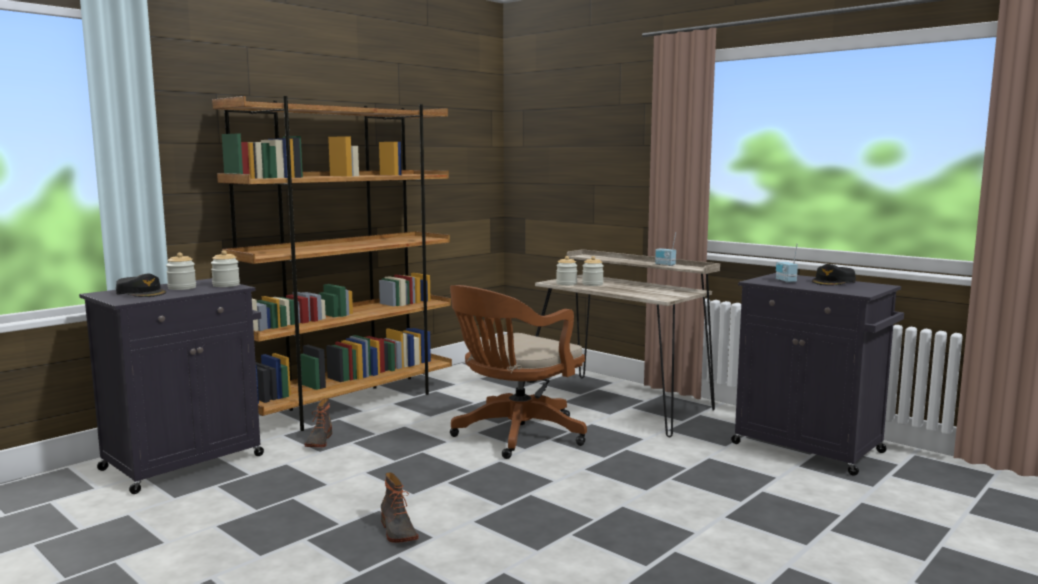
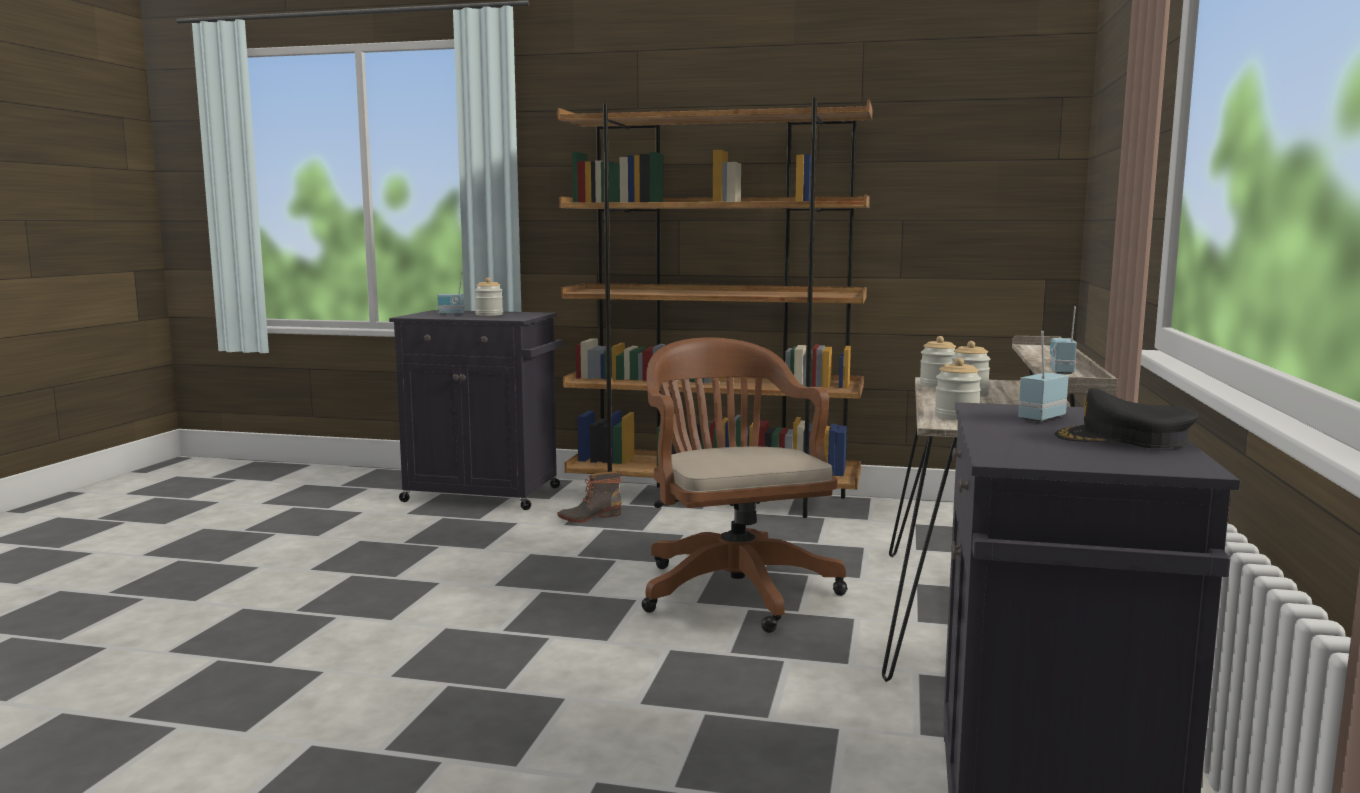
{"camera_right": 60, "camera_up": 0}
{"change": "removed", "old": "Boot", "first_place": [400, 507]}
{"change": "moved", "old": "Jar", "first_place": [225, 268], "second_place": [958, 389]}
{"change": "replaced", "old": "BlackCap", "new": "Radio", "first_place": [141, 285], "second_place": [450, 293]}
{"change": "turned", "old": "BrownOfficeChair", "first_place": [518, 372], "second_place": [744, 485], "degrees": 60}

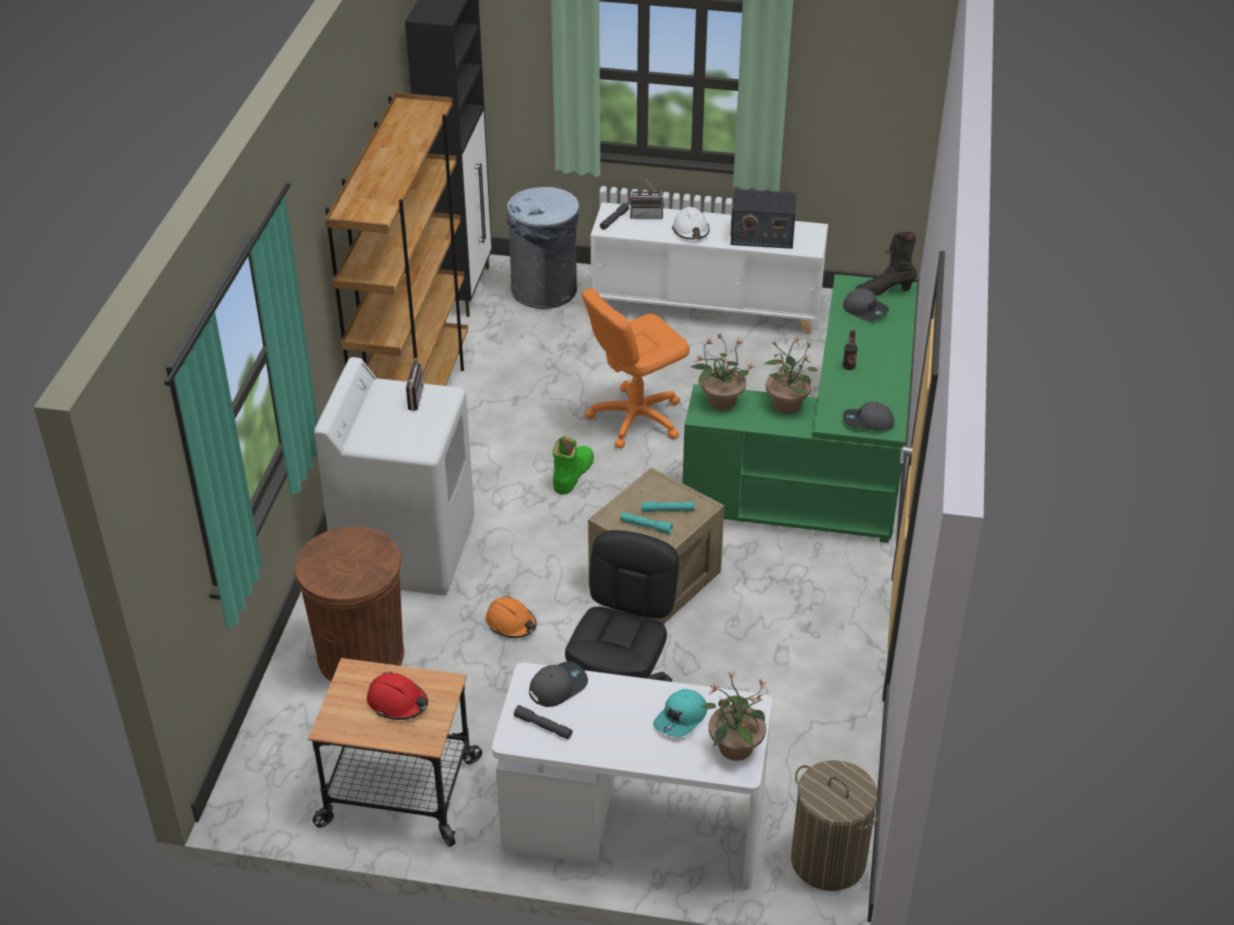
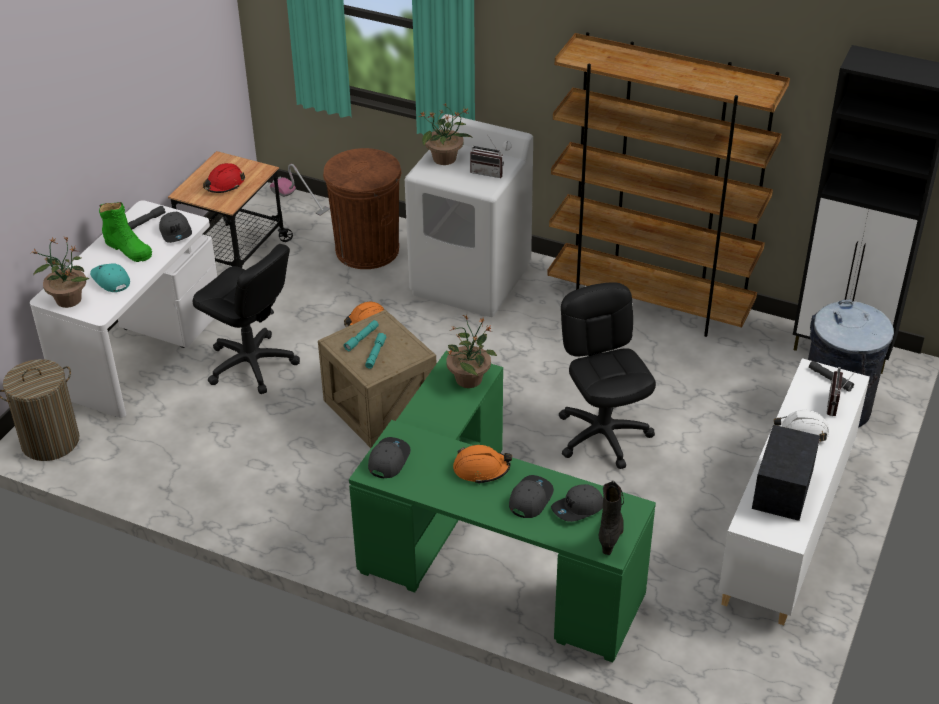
{"camera_right": 105, "camera_up": 0}
{"change": "added", "new": "VacuumCleaner", "second_place": [300, 190]}
{"change": "added", "new": "GreyCap", "second_place": [531, 496]}
{"change": "moved", "old": "GreenBoot", "first_place": [573, 465], "second_place": [125, 232]}
{"change": "moved", "old": "PottedPlant", "first_place": [791, 375], "second_place": [446, 134]}
{"change": "replaced", "old": "Bottle", "new": "OrangeHardHat", "first_place": [850, 350], "second_place": [482, 464]}
{"change": "recoloured", "old": "OrangeOfficeChair", "new": "BlackOfficeChair", "first_place": [636, 368], "second_place": [607, 375]}

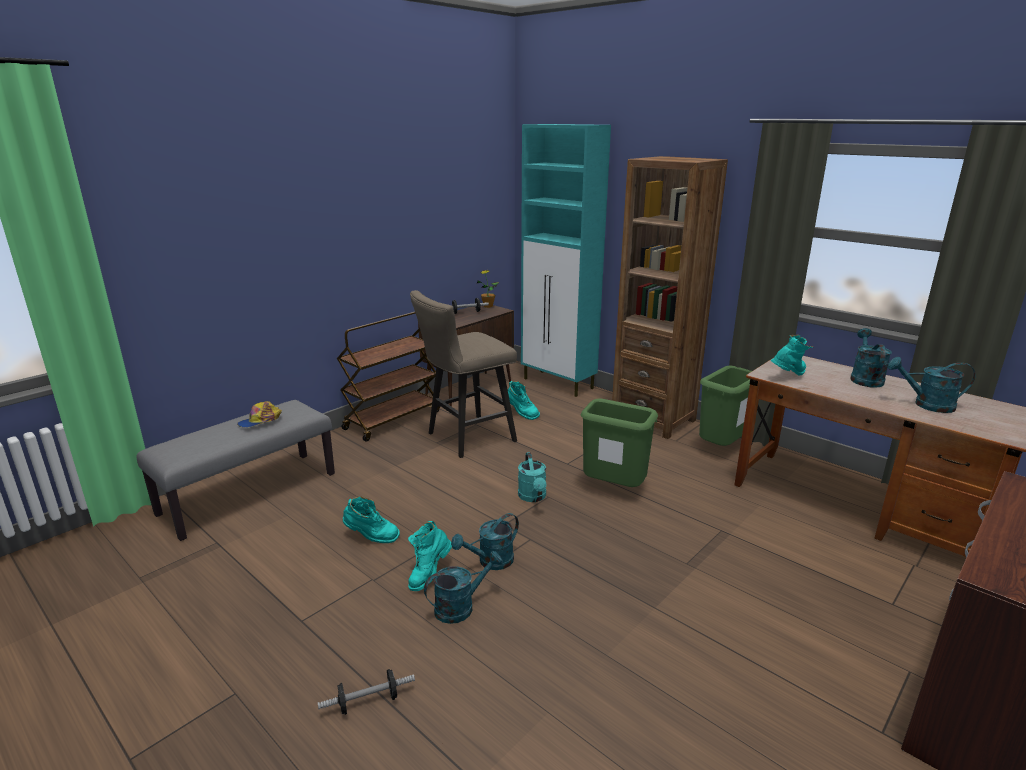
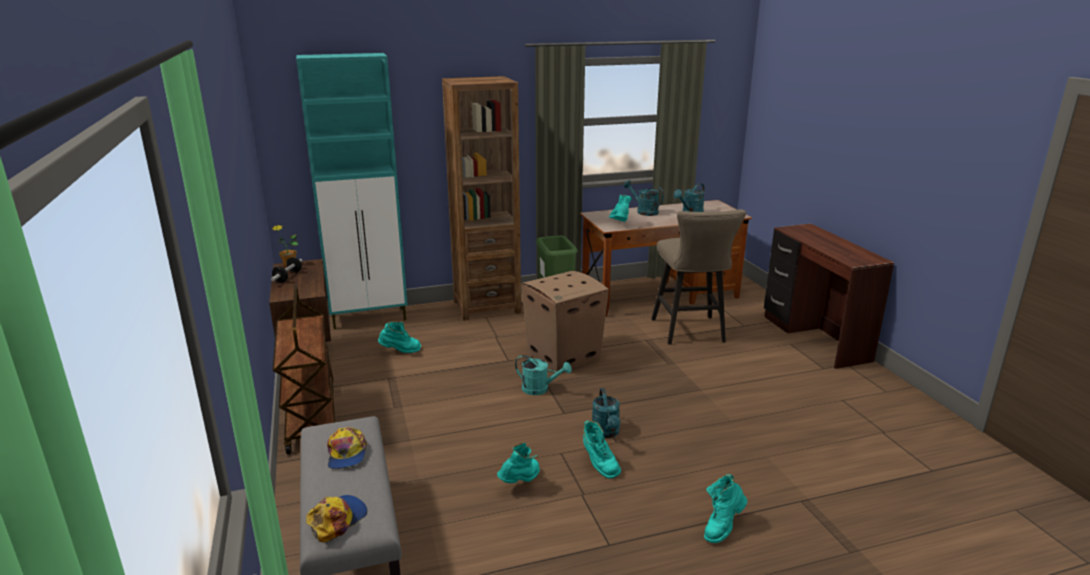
{"camera_right": -60, "camera_up": 0}
{"change": "removed", "old": "TurquoiseWateringCan", "first_place": [463, 587]}
{"change": "added", "new": "Cap", "second_place": [337, 518]}
{"change": "moved", "old": "BeigeStool", "first_place": [463, 374], "second_place": [698, 277]}
{"change": "replaced", "old": "Dumbbell", "new": "TurquoiseBoot", "first_place": [366, 692], "second_place": [725, 508]}
{"change": "replaced", "old": "GreenTrashCan", "new": "CardboardBox", "first_place": [619, 443], "second_place": [565, 321]}

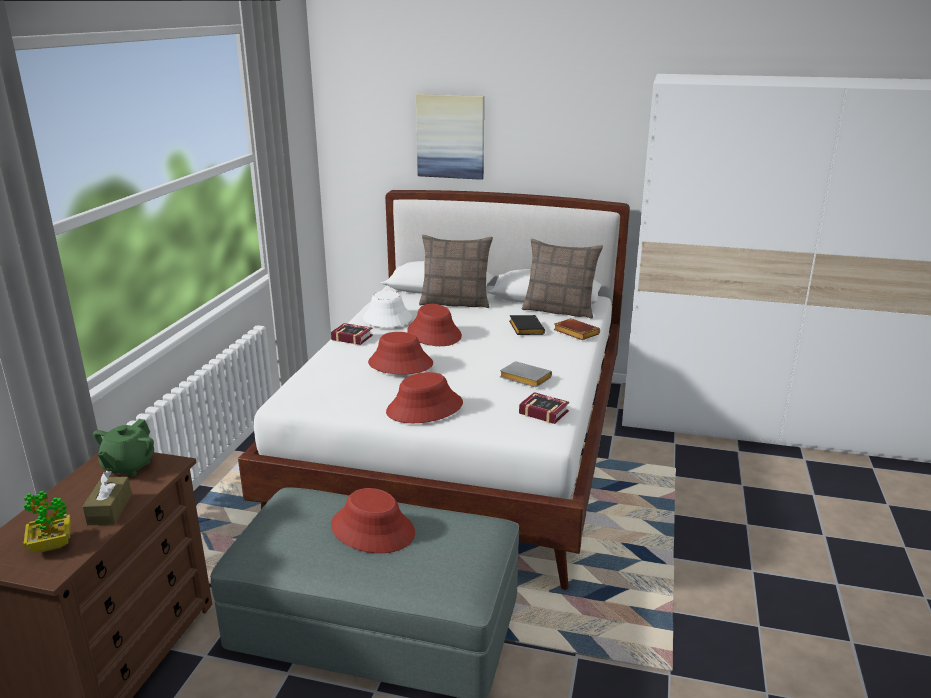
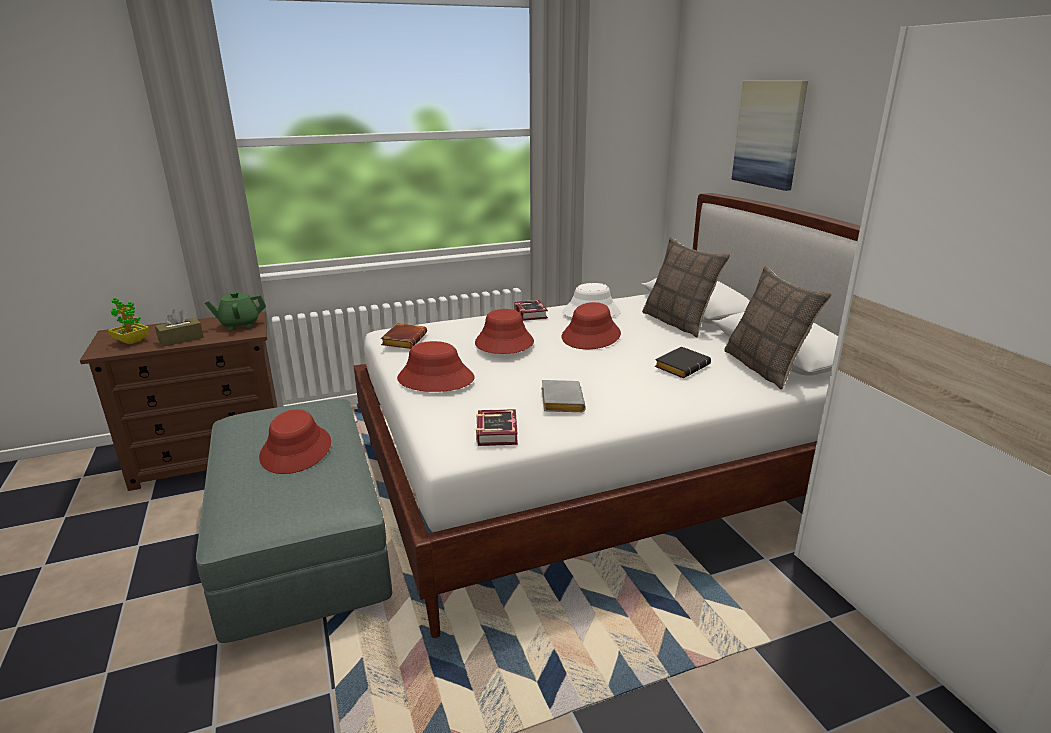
{"camera_right": 55, "camera_up": 0}
{"change": "moved", "old": "BrownBook", "first_place": [576, 329], "second_place": [404, 336]}

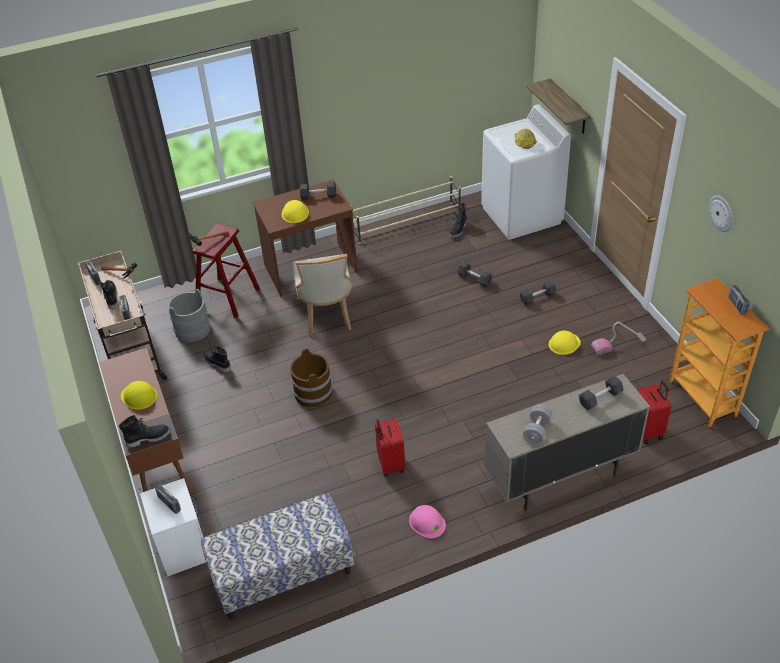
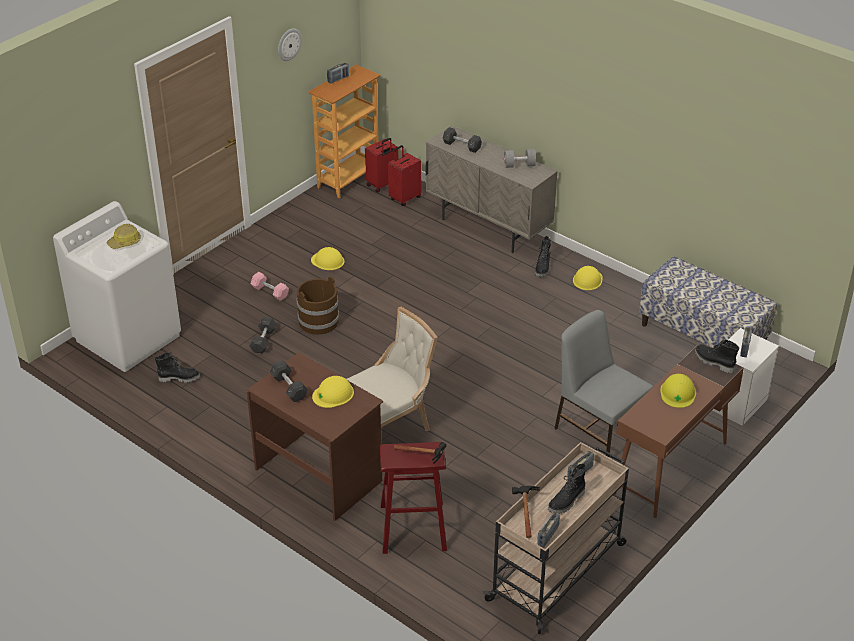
{"camera_right": -120, "camera_up": -5}
{"change": "removed", "old": "GreyBucket", "first_place": [189, 315]}
{"change": "removed", "old": "BeigeShoeRack", "first_place": [406, 210]}
{"change": "removed", "old": "Shelf", "first_place": [558, 106]}
{"change": "removed", "old": "VacuumCleaner", "first_place": [618, 338]}
{"change": "added", "new": "GreyChair", "second_place": [603, 383]}
{"change": "moved", "old": "BlackBoot", "first_place": [217, 359], "second_place": [543, 256]}
{"change": "moved", "old": "BrownBucket", "first_place": [311, 377], "second_place": [318, 305]}
{"change": "moved", "old": "RedSuitcase", "first_place": [390, 447], "second_place": [381, 165]}
{"change": "recoloured", "old": "PinkHardHat", "new": "YellowHardHat", "first_place": [427, 521], "second_place": [588, 278]}
{"change": "recoloured", "old": "GreyDumbbell", "new": "PinkDumbbell", "first_place": [538, 293], "second_place": [270, 286]}

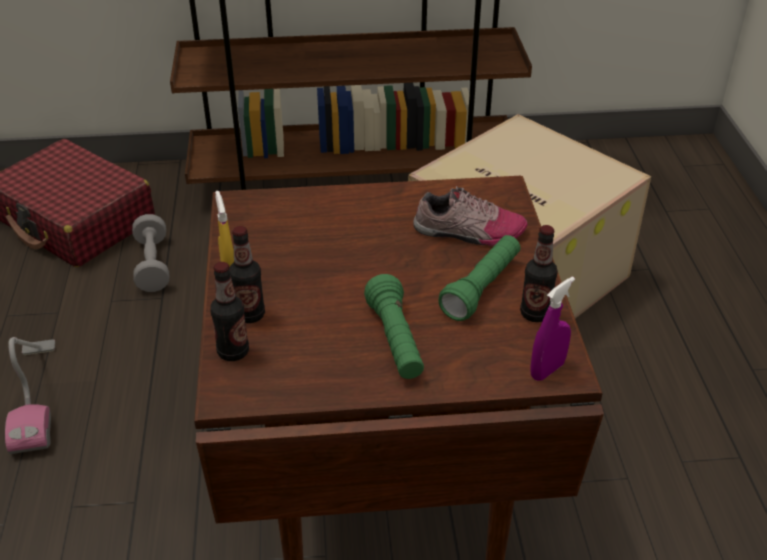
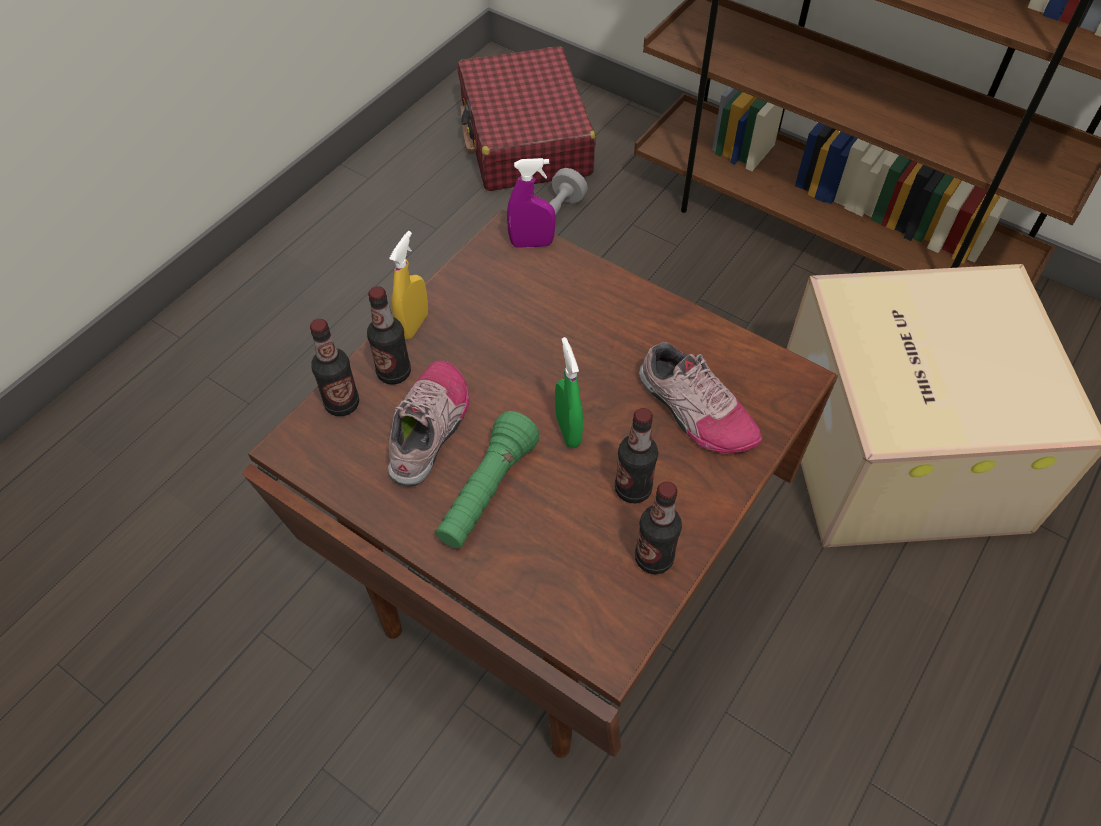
{"camera_right": 40, "camera_up": 15}
{"change": "removed", "old": "VacuumCleaner", "first_place": [30, 395]}
{"change": "added", "new": "Shoe", "second_place": [429, 423]}
{"change": "added", "new": "GreenSprayBottle", "second_place": [569, 392]}
{"change": "moved", "old": "PurpleSprayBottle", "first_place": [552, 328], "second_place": [531, 203]}
{"change": "replaced", "old": "GreenFlashlight", "new": "Bottle", "first_place": [479, 278], "second_place": [636, 455]}

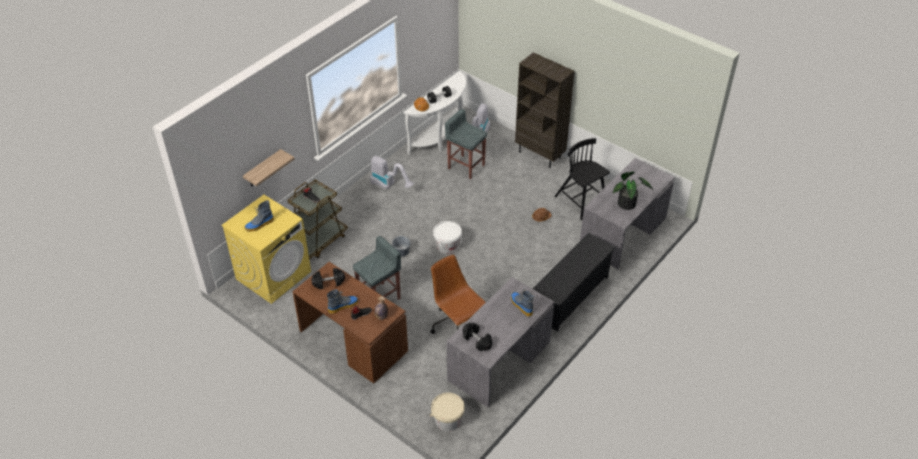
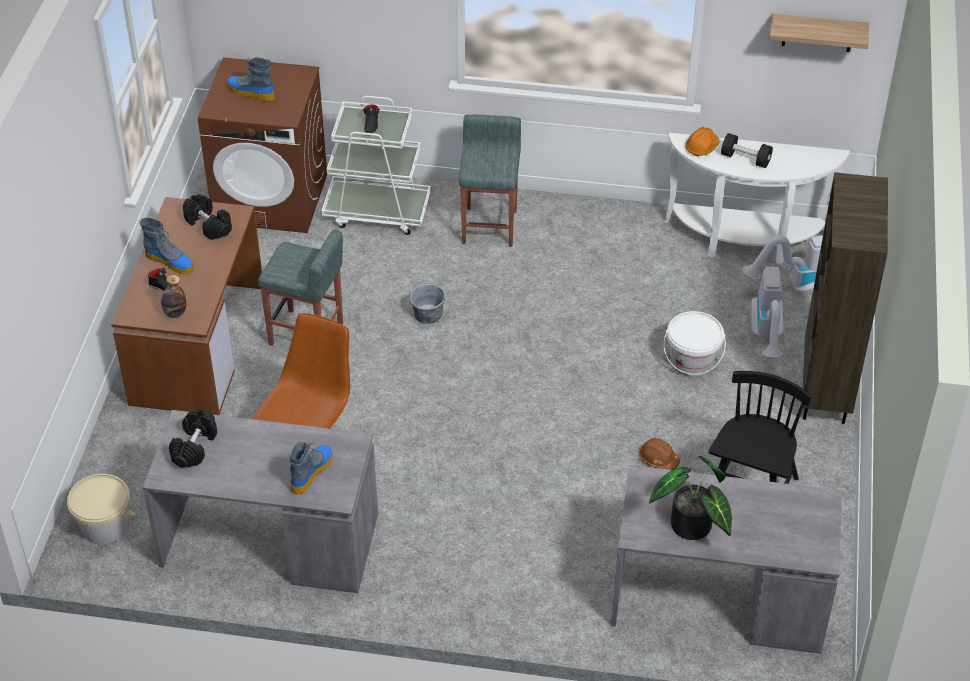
{"camera_right": 60, "camera_up": 0}
{"change": "removed", "old": "BlackShoeRack", "first_place": [574, 282]}
{"change": "moved", "old": "Shelf", "first_place": [268, 168], "second_place": [819, 33]}
{"change": "moved", "old": "VacuumCleaner", "first_place": [392, 172], "second_place": [766, 312]}
{"change": "moved", "old": "WhiteBucket", "first_place": [447, 237], "second_place": [695, 343]}
{"change": "moved", "old": "GreyStool", "first_place": [466, 144], "second_place": [490, 180]}
{"change": "recoloured", "old": "YellowWashingMachine", "new": "BrownWashingMachine", "first_place": [266, 249], "second_place": [262, 145]}
{"change": "recoloured", "old": "BrownCart", "new": "WhiteCart", "first_place": [318, 219], "second_place": [376, 165]}

